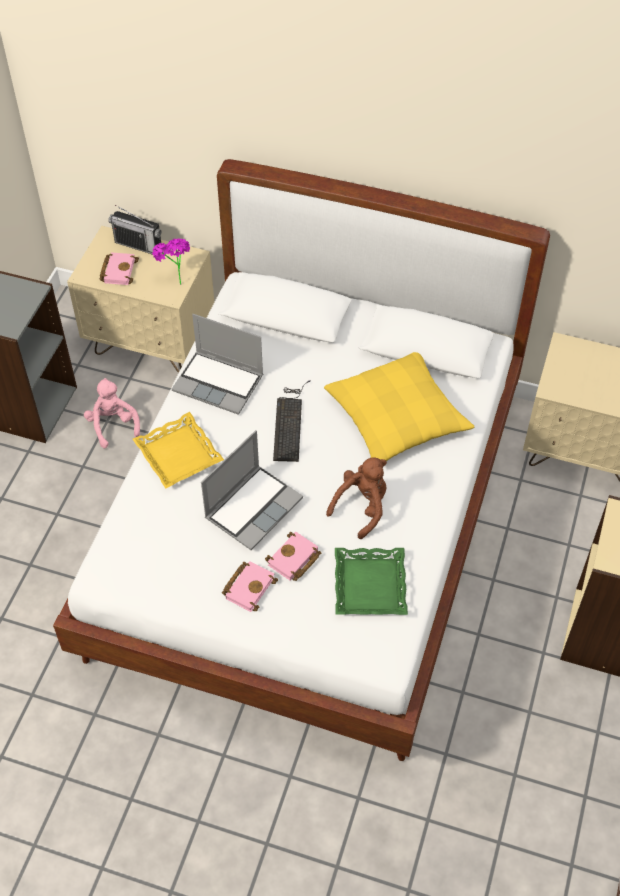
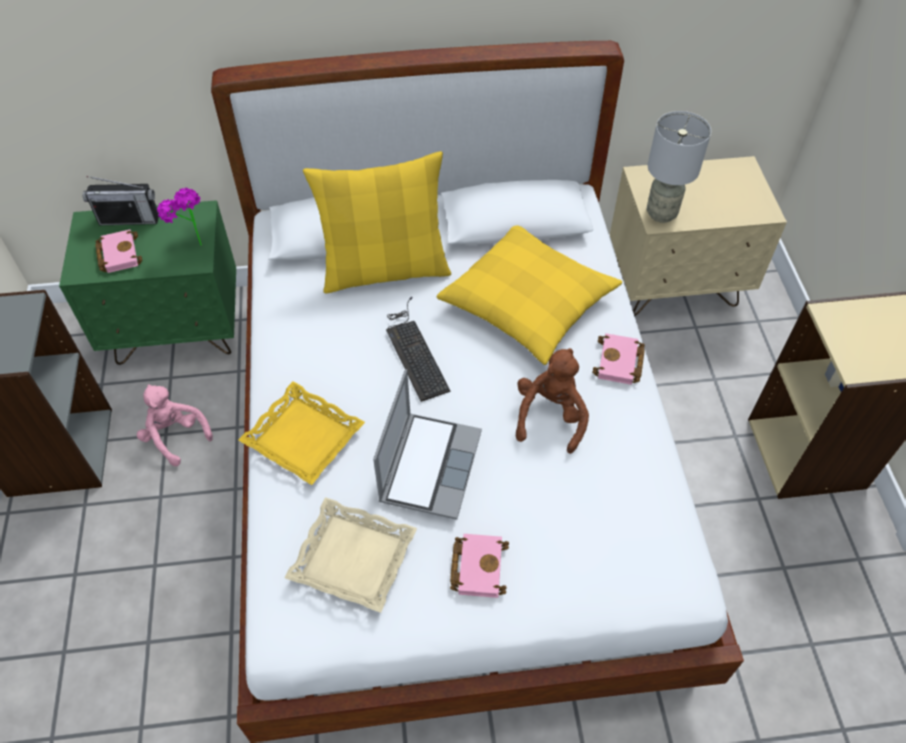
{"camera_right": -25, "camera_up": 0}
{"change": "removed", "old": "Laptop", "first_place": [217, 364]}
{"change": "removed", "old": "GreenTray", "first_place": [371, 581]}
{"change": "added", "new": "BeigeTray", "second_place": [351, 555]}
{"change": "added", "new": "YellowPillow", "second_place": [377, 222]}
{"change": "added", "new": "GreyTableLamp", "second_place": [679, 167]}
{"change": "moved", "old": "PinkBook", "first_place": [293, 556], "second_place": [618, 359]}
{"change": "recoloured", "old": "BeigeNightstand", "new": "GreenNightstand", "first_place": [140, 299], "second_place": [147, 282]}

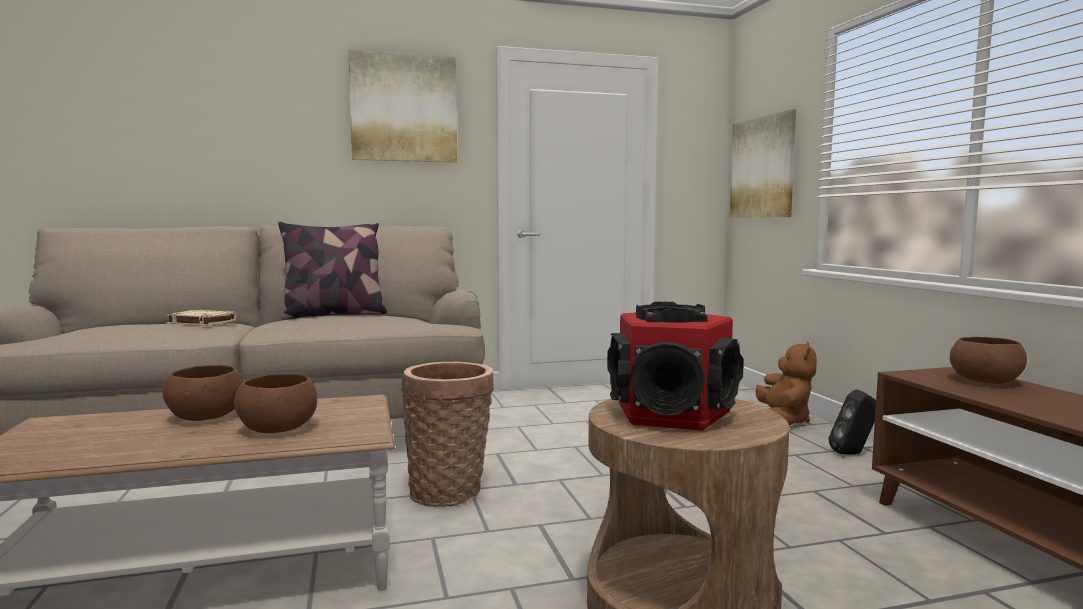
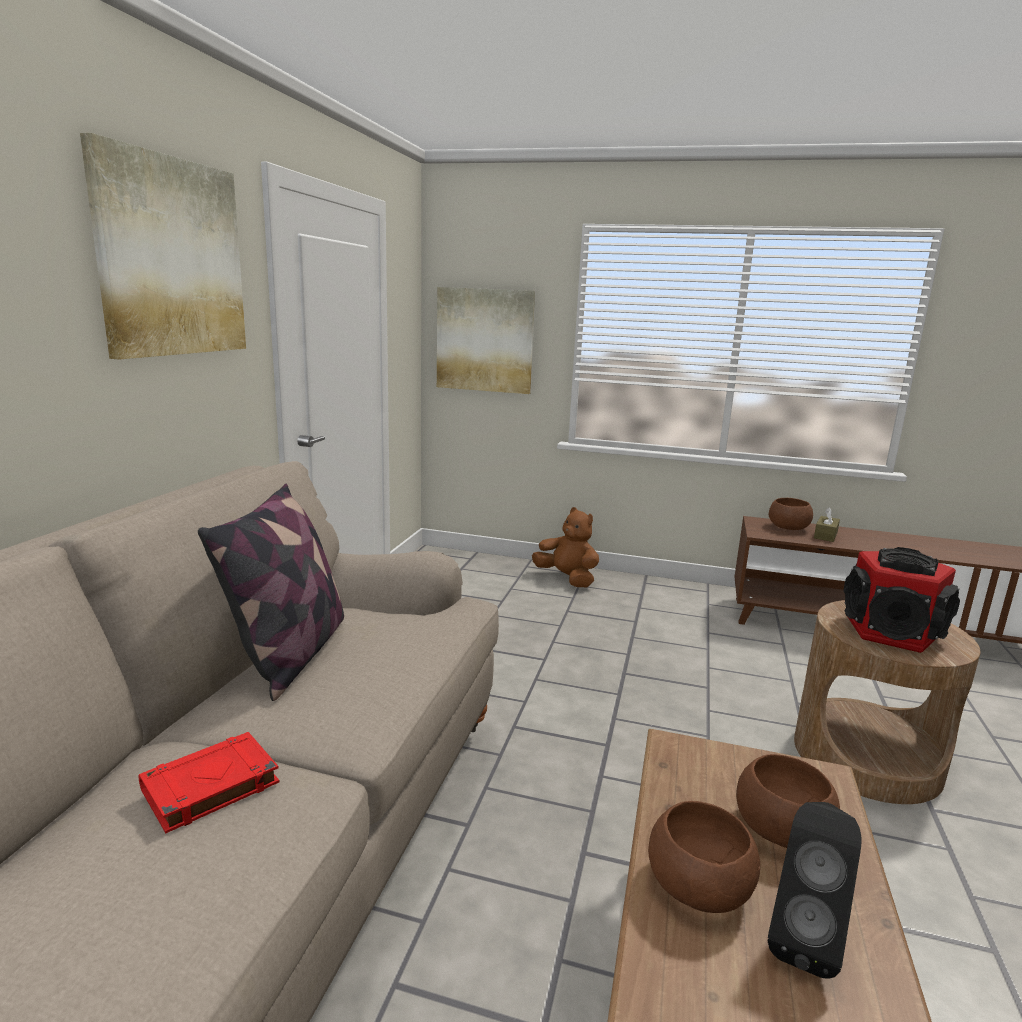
{"camera_right": -60, "camera_up": 10}
{"change": "removed", "old": "Basket", "first_place": [447, 434]}
{"change": "added", "new": "BrownTissueBox", "second_place": [827, 524]}
{"change": "moved", "old": "BlackSpeaker", "first_place": [852, 422], "second_place": [814, 890]}
{"change": "recoloured", "old": "BeigeBook", "new": "RedBook", "first_place": [201, 317], "second_place": [209, 782]}

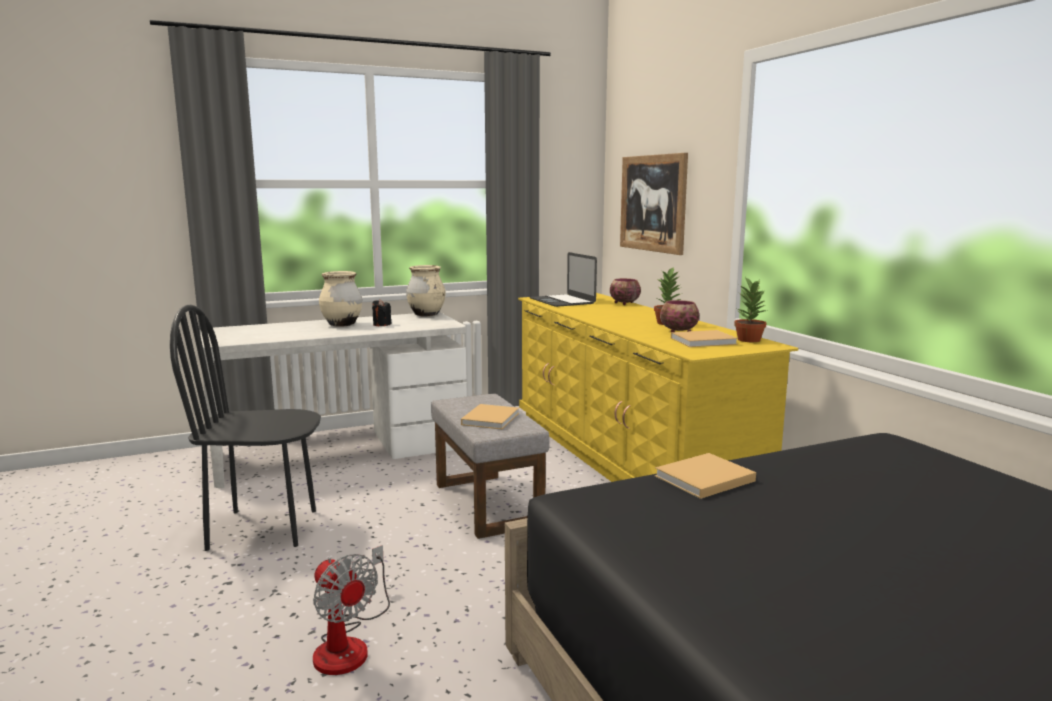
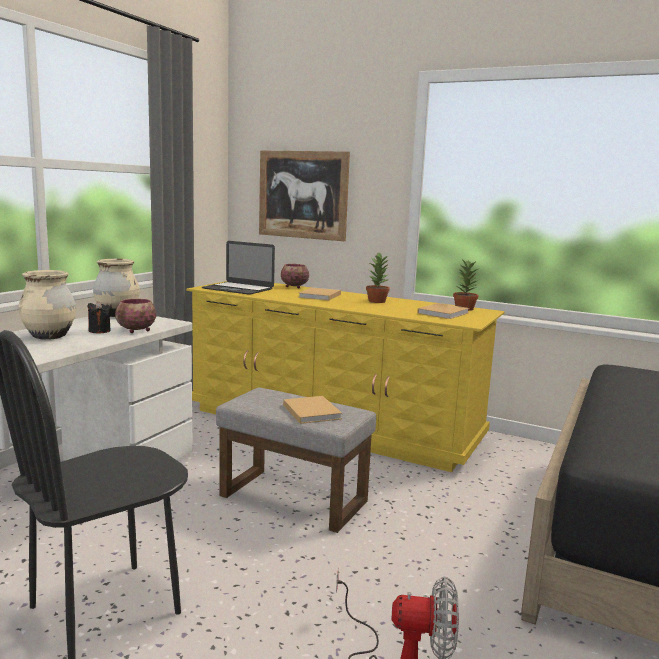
{"camera_right": -40, "camera_up": 0}
{"change": "moved", "old": "BeigeBook", "first_place": [705, 476], "second_place": [319, 294]}
{"change": "moved", "old": "Bowl", "first_place": [679, 316], "second_place": [135, 316]}

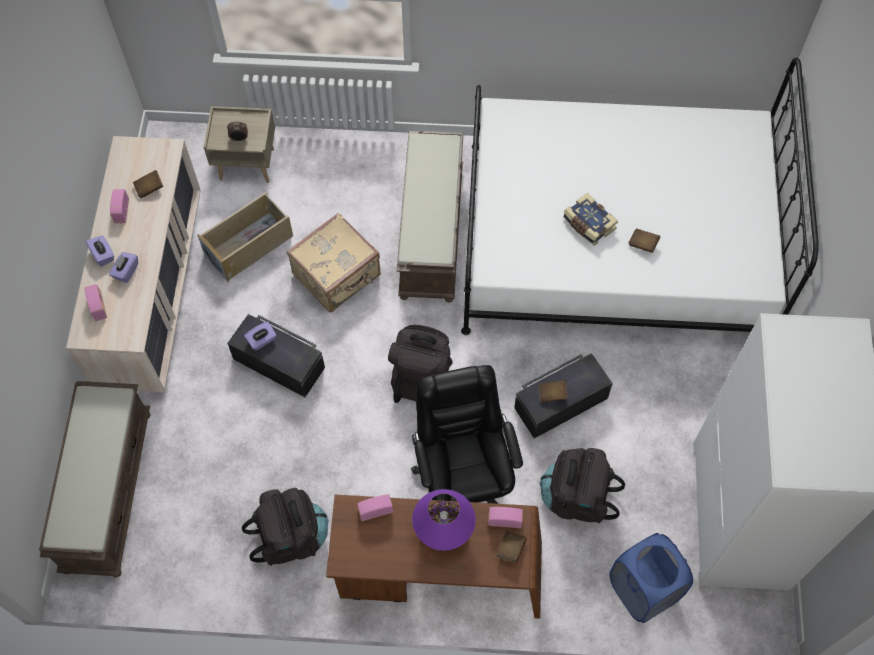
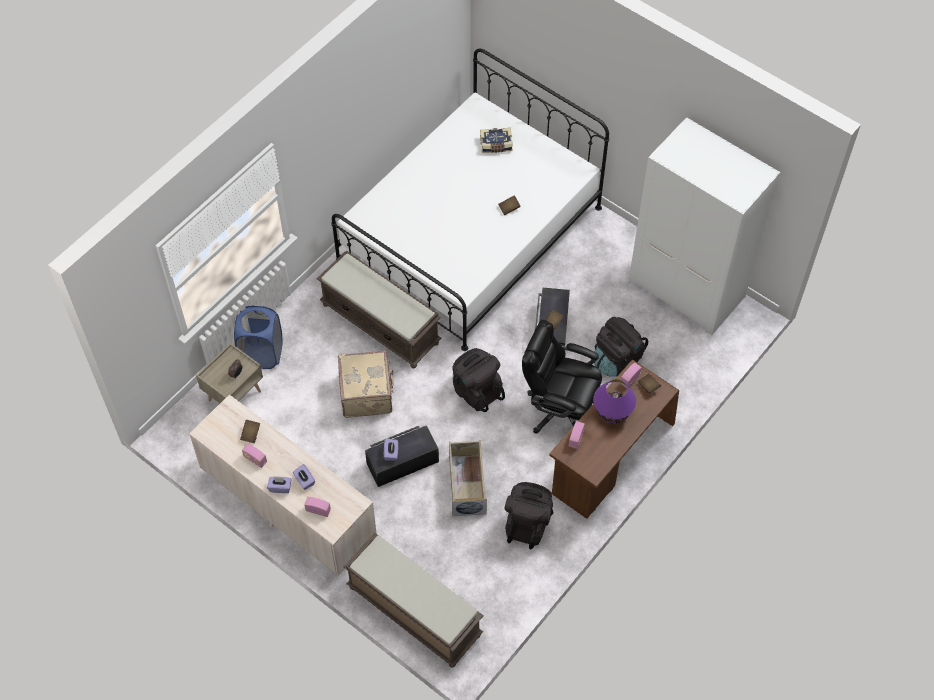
{"camera_right": -55, "camera_up": -5}
{"change": "moved", "old": "BeigeStorageBox", "first_place": [245, 237], "second_place": [468, 478]}
{"change": "moved", "old": "Book", "first_place": [590, 219], "second_place": [496, 140]}
{"change": "moved", "old": "BlueLaundryBasket", "first_place": [651, 578], "second_place": [258, 337]}

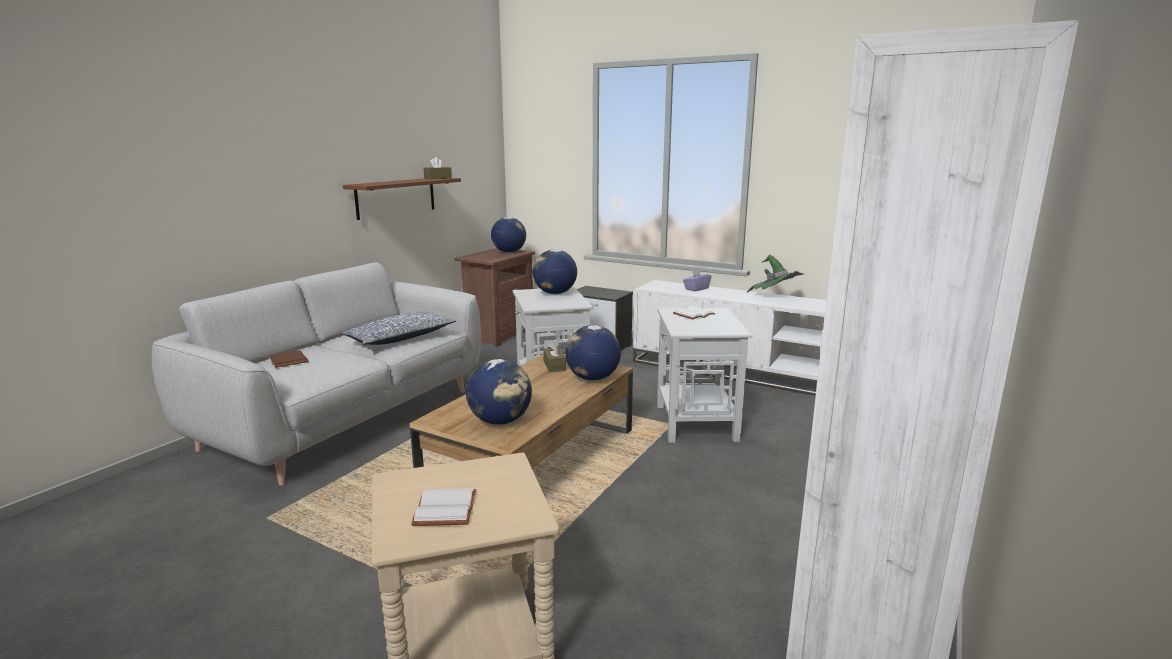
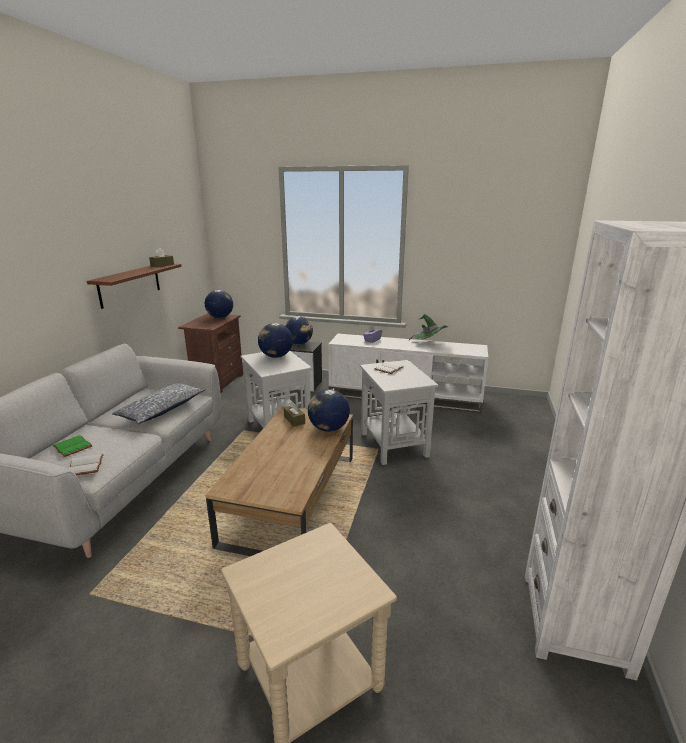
{"camera_right": -15, "camera_up": 5}
{"change": "moved", "old": "WhiteBook", "first_place": [443, 507], "second_place": [86, 464]}
{"change": "moved", "old": "Globe", "first_place": [499, 392], "second_place": [299, 330]}
{"change": "recoloured", "old": "BrownBook", "new": "GreenBook", "first_place": [288, 359], "second_place": [72, 446]}

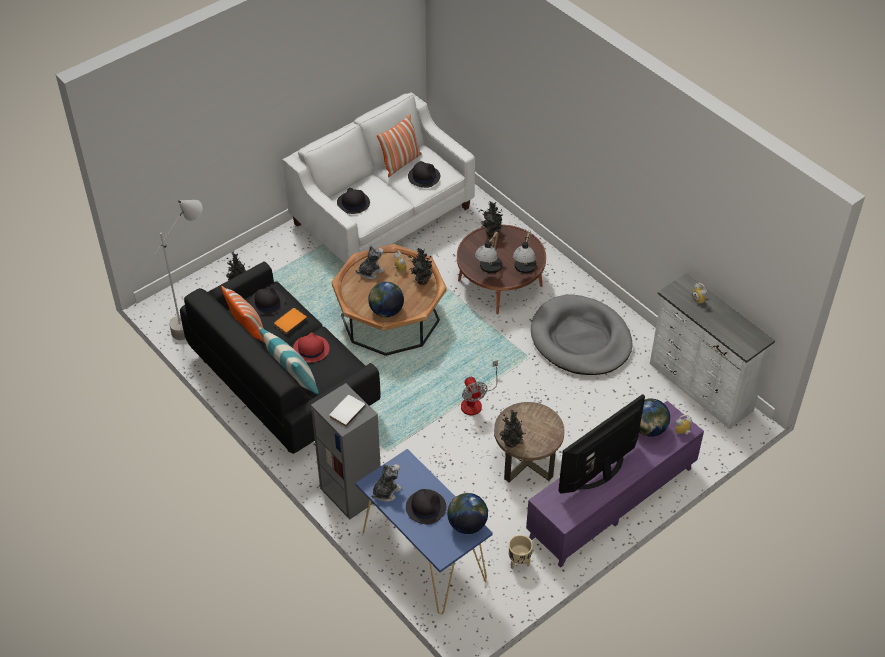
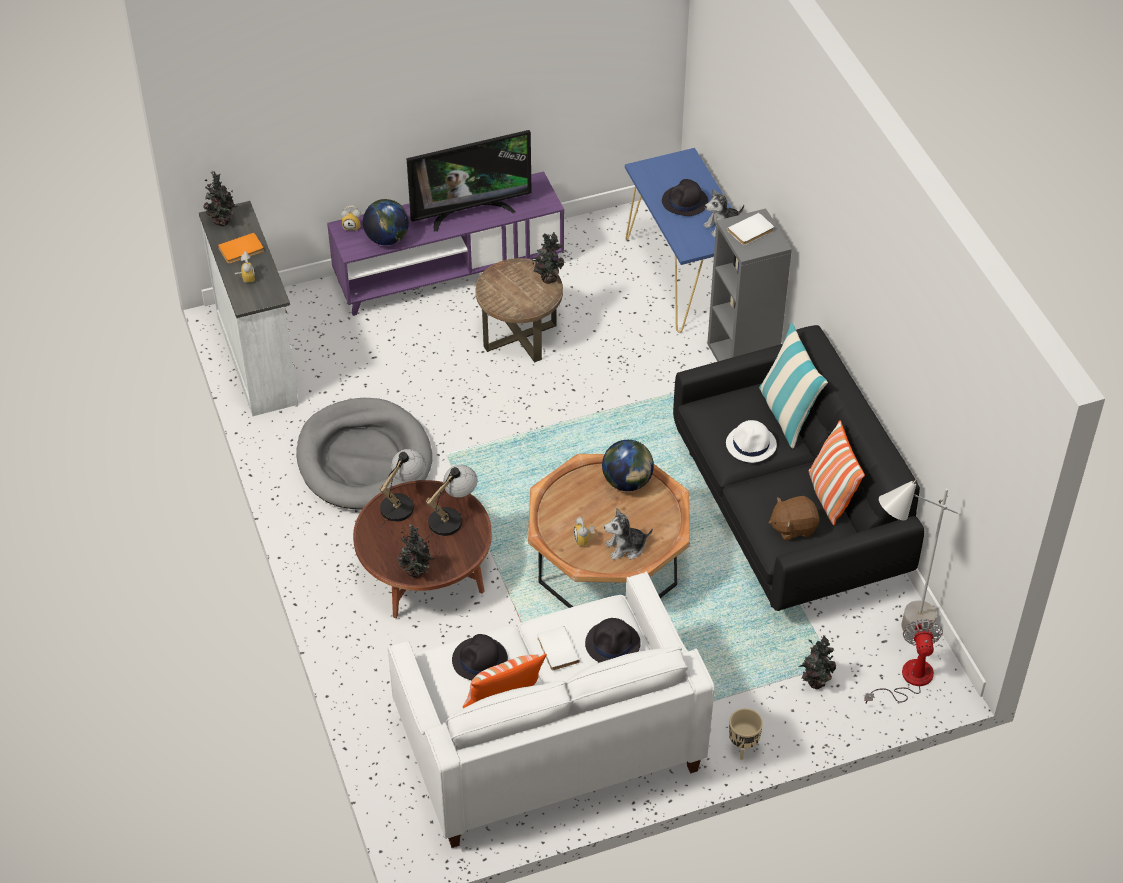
{"camera_right": -160, "camera_up": 0}
{"change": "removed", "old": "Globe", "first_place": [467, 513]}
{"change": "added", "new": "WhiteBook", "second_place": [558, 648]}
{"change": "moved", "old": "OrangeBook", "first_place": [290, 321], "second_place": [241, 248]}
{"change": "moved", "old": "PottedPlant", "first_place": [420, 266], "second_place": [220, 198]}
{"change": "moved", "old": "Fan", "first_place": [479, 387], "second_place": [903, 661]}
{"change": "moved", "old": "BeigePlanter", "first_place": [521, 552], "second_place": [746, 734]}
{"change": "replaced", "old": "BlackHat", "new": "BrownPlushToy", "first_place": [267, 301], "second_place": [794, 518]}
{"change": "recoloured", "old": "RedHat", "new": "WhiteHat", "first_place": [311, 347], "second_place": [751, 441]}

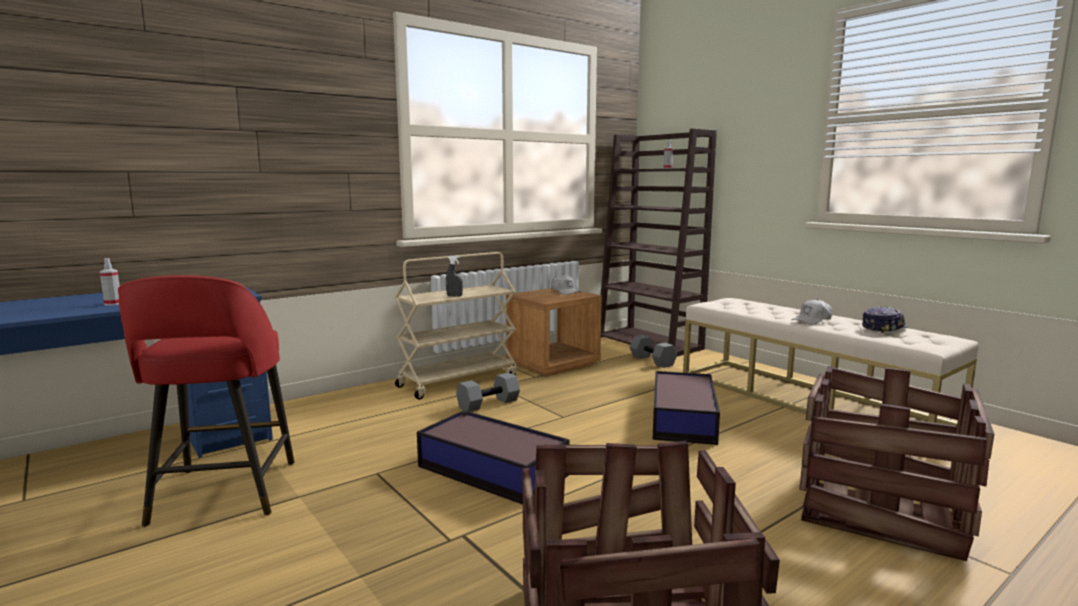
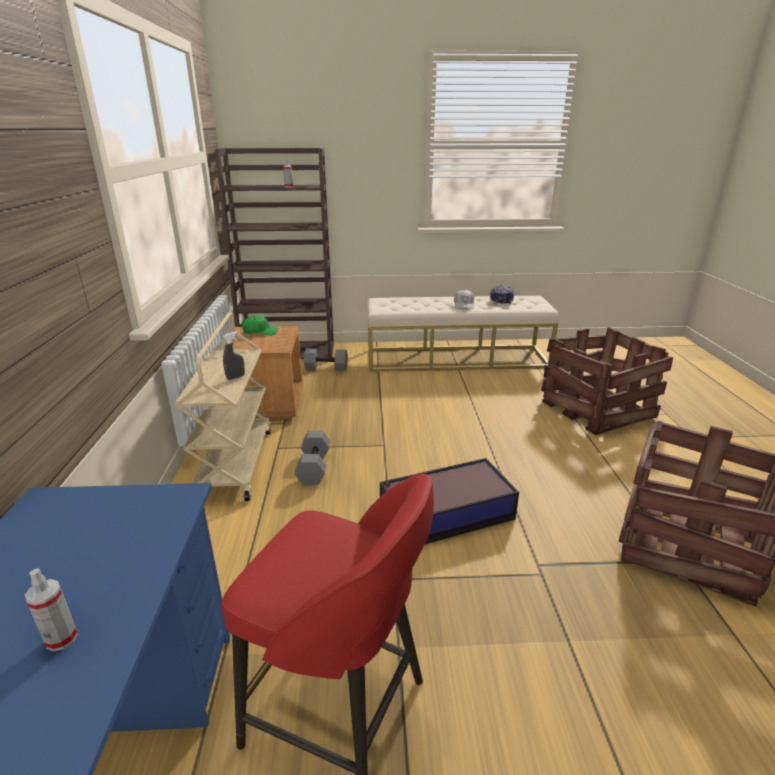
{"camera_right": -55, "camera_up": 15}
{"change": "removed", "old": "StorageBox", "first_place": [686, 408]}
{"change": "recoloured", "old": "WhiteCap", "new": "GreenCap", "first_place": [566, 285], "second_place": [260, 325]}

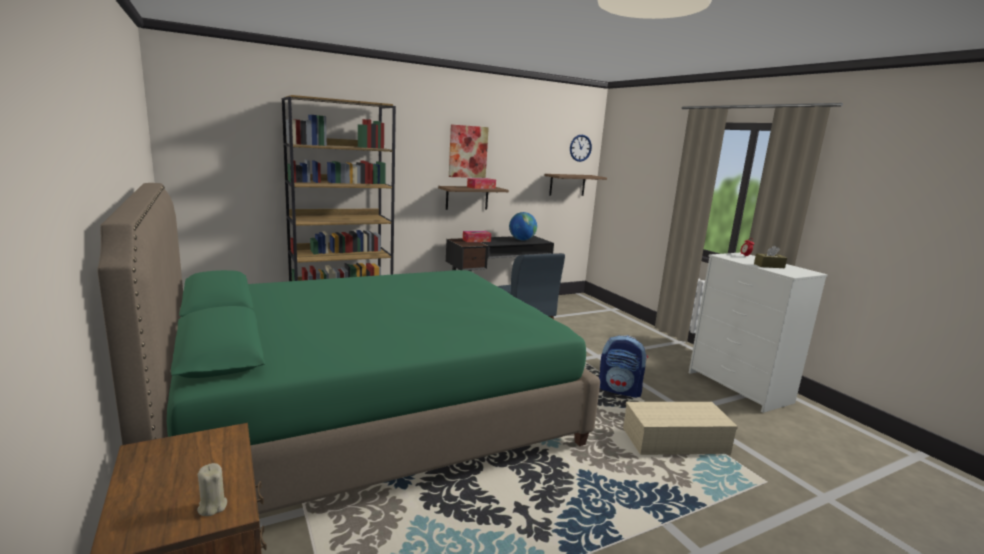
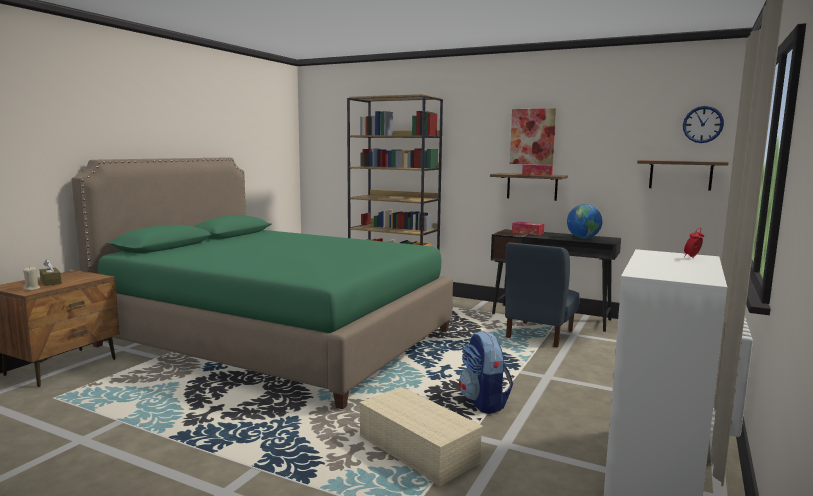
{"camera_right": 55, "camera_up": -5}
{"change": "moved", "old": "BrownTissueBox", "first_place": [770, 256], "second_place": [51, 273]}

